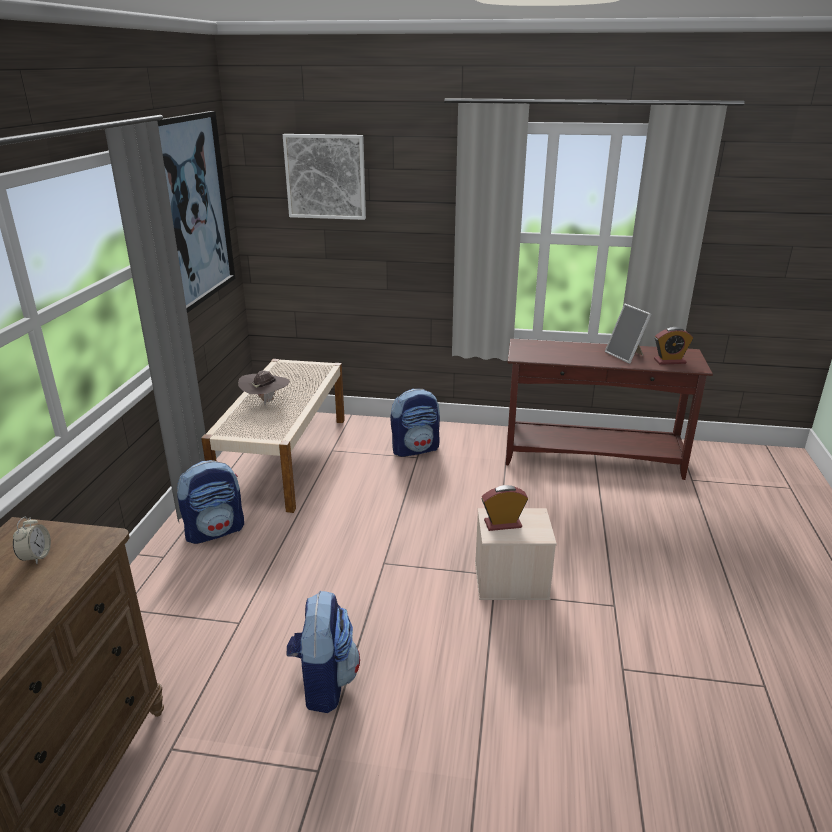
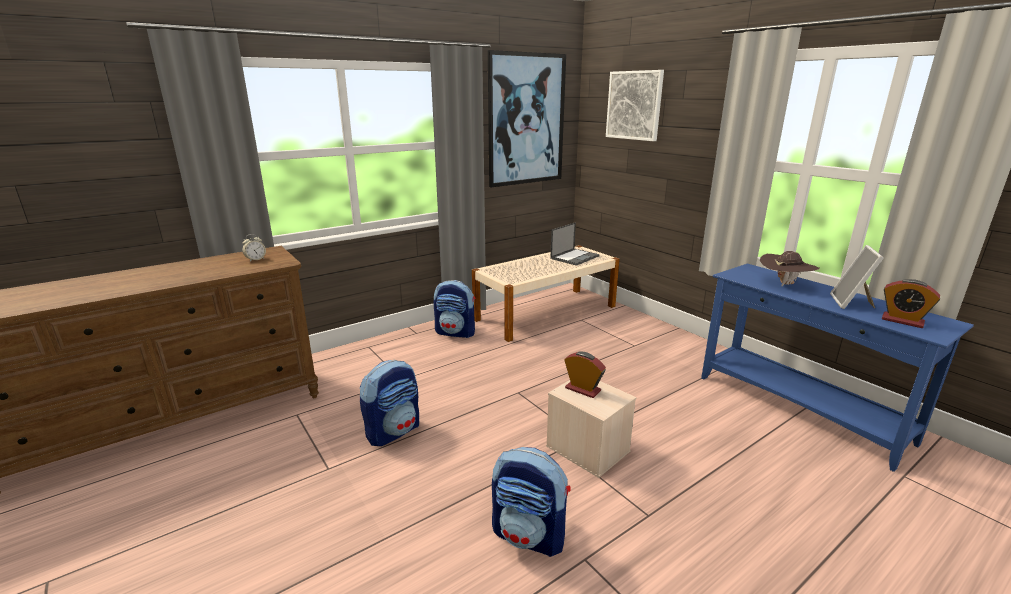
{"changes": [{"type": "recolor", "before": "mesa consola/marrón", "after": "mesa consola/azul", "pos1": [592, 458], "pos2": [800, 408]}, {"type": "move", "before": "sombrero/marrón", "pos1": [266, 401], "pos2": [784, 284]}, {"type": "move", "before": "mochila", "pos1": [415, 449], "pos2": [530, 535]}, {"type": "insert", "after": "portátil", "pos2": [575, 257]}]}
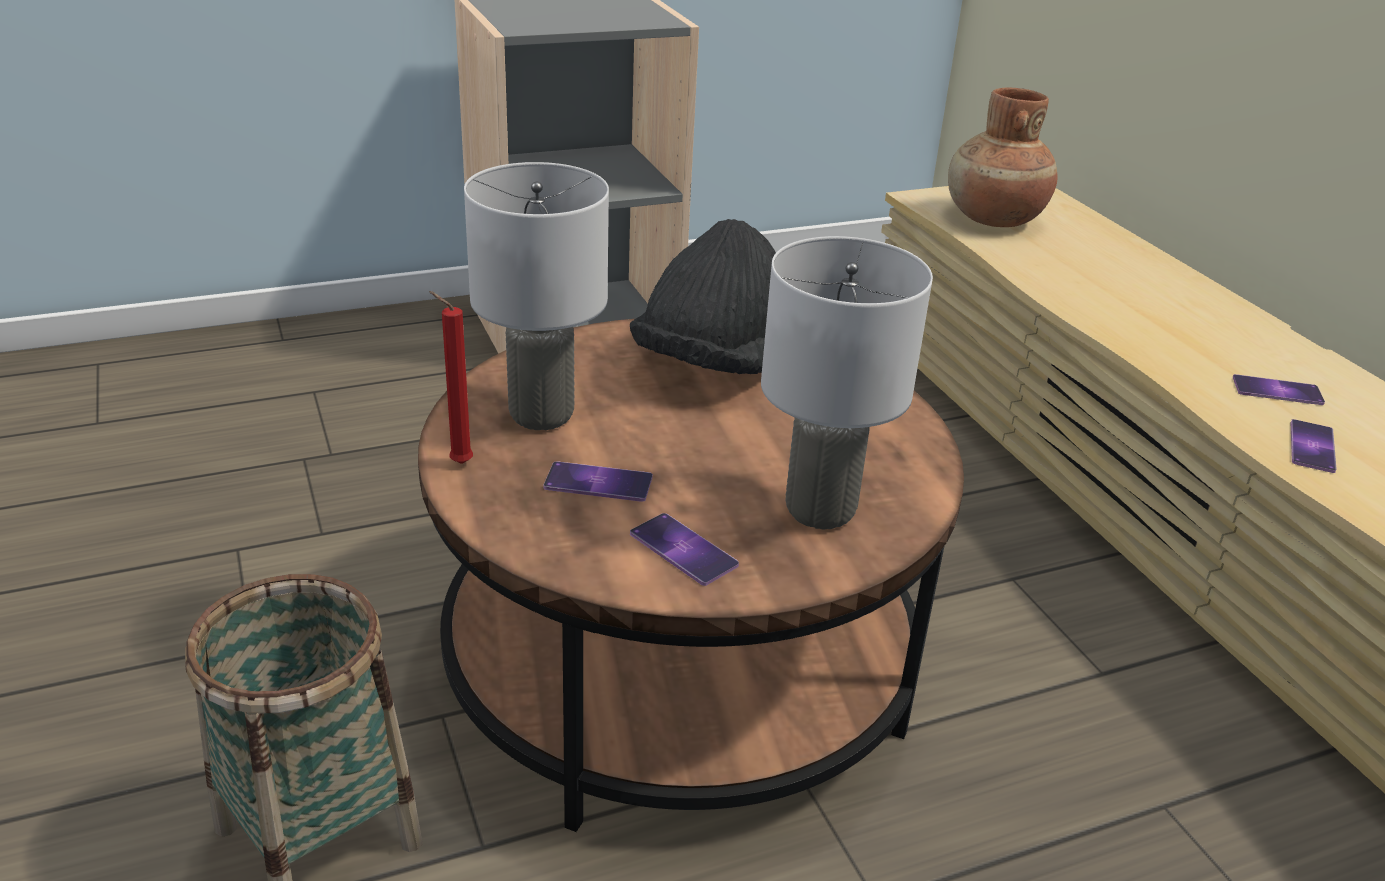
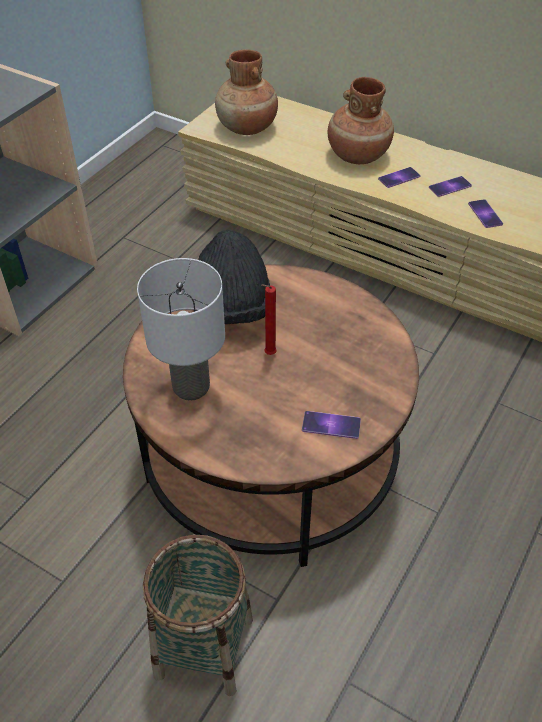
{"changes": [{"type": "delete", "before": "lámpara de mesa/blanco", "pos1": [816, 510]}, {"type": "move", "before": "vela/rojo", "pos1": [457, 463], "pos2": [268, 354]}, {"type": "move", "before": "móvil", "pos1": [598, 482], "pos2": [399, 177]}, {"type": "insert", "after": "florero/marrón", "pos2": [357, 155]}]}
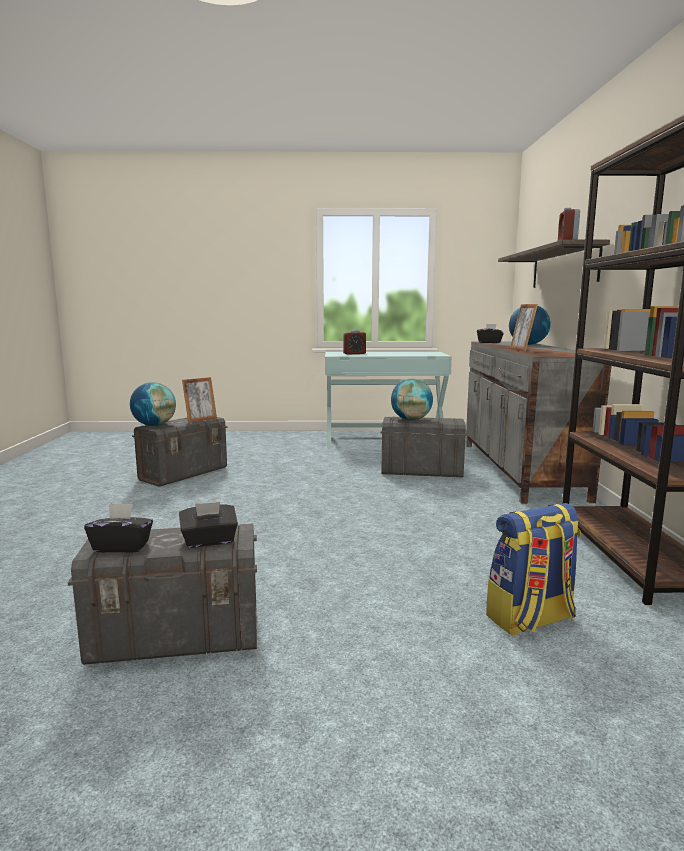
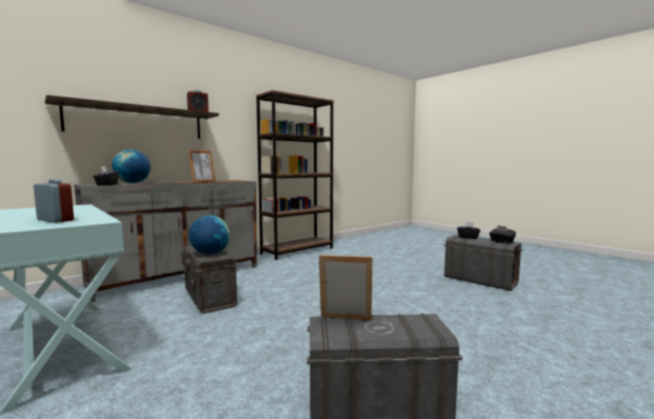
{"changes": [{"type": "delete", "before": "globo terráqueo", "pos1": [154, 425]}, {"type": "delete", "before": "mochila", "pos1": [531, 619]}]}
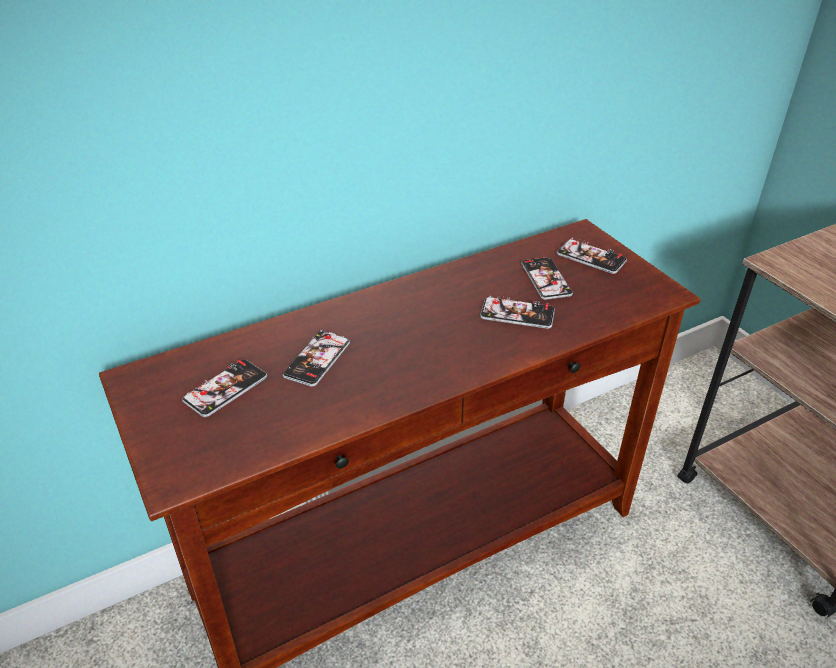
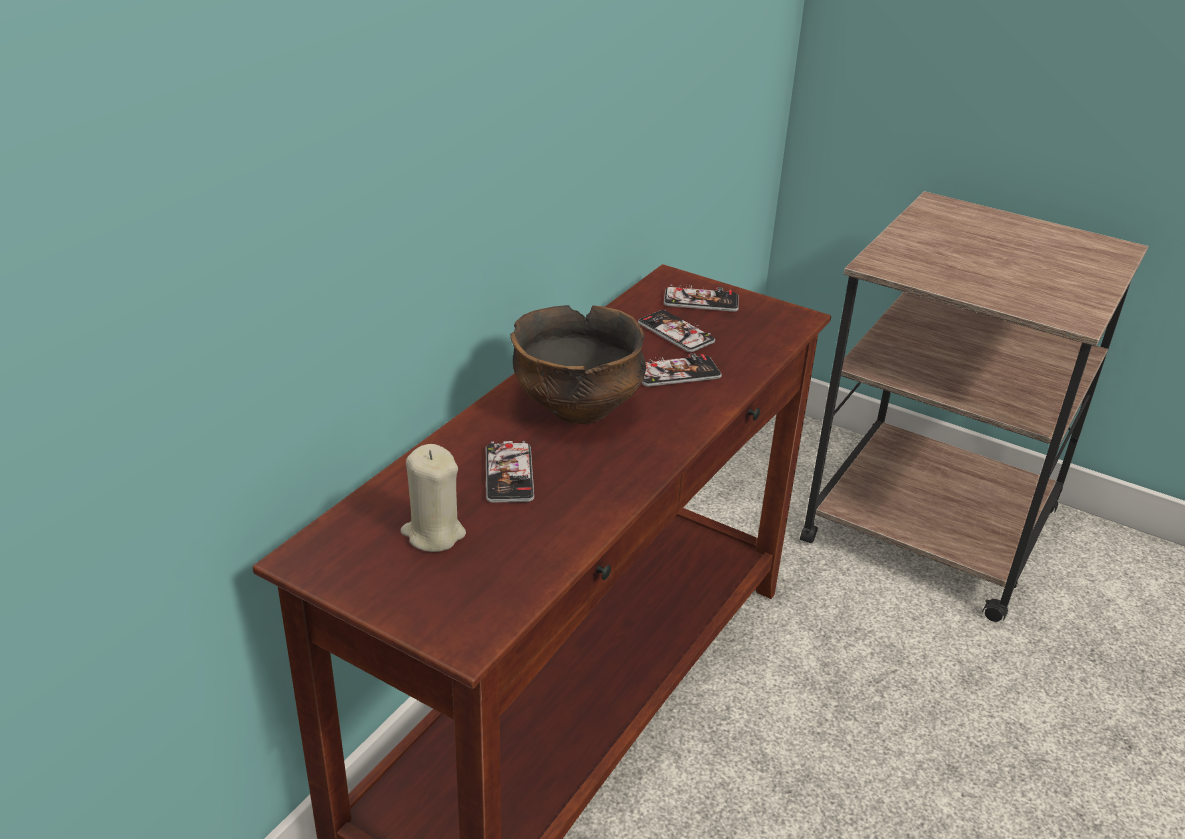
{"changes": [{"type": "replace", "before": "móvil", "after": "vela/beis", "pos1": [225, 389], "pos2": [433, 533]}, {"type": "insert", "after": "cuenco", "pos2": [578, 407]}]}
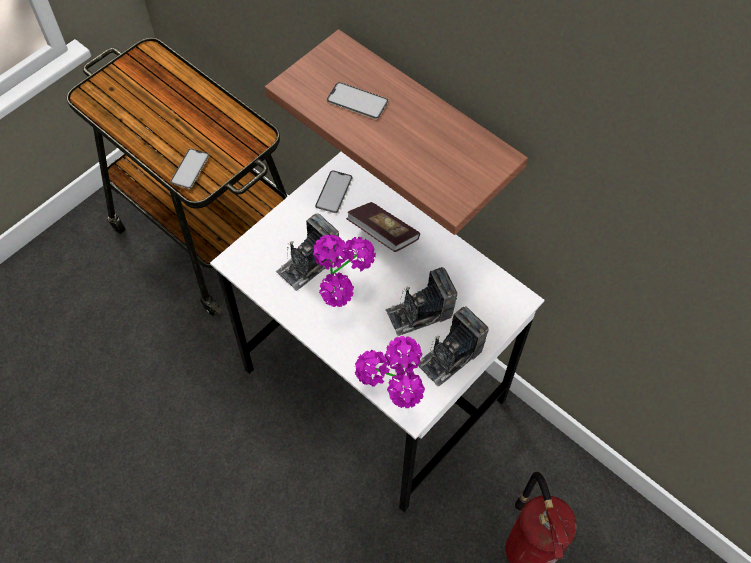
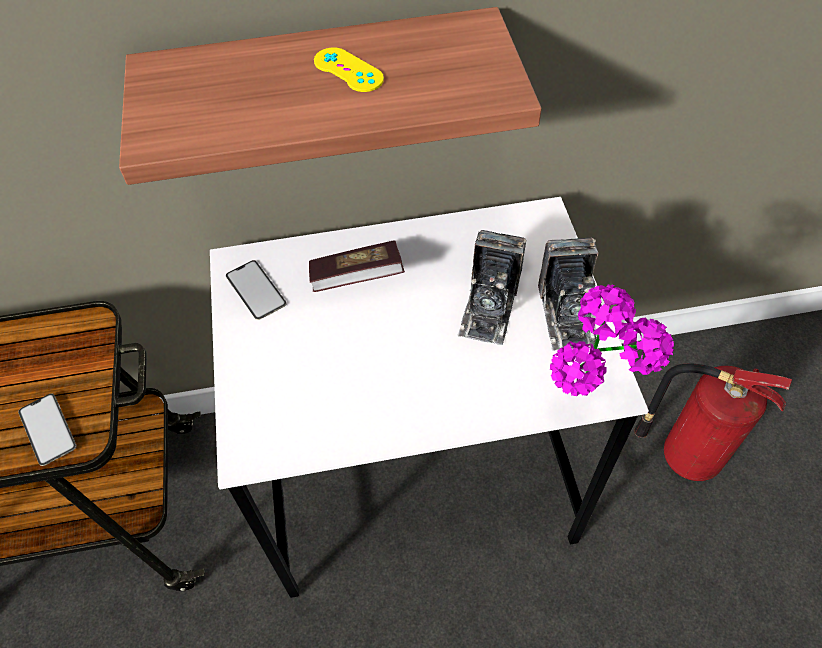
{"changes": [{"type": "delete", "before": "móvil", "pos1": [357, 101]}, {"type": "delete", "before": "cámara", "pos1": [308, 264]}, {"type": "delete", "before": "planta en maceta", "pos1": [345, 303]}, {"type": "insert", "after": "mando de consola/amarillo", "pos2": [348, 70]}]}
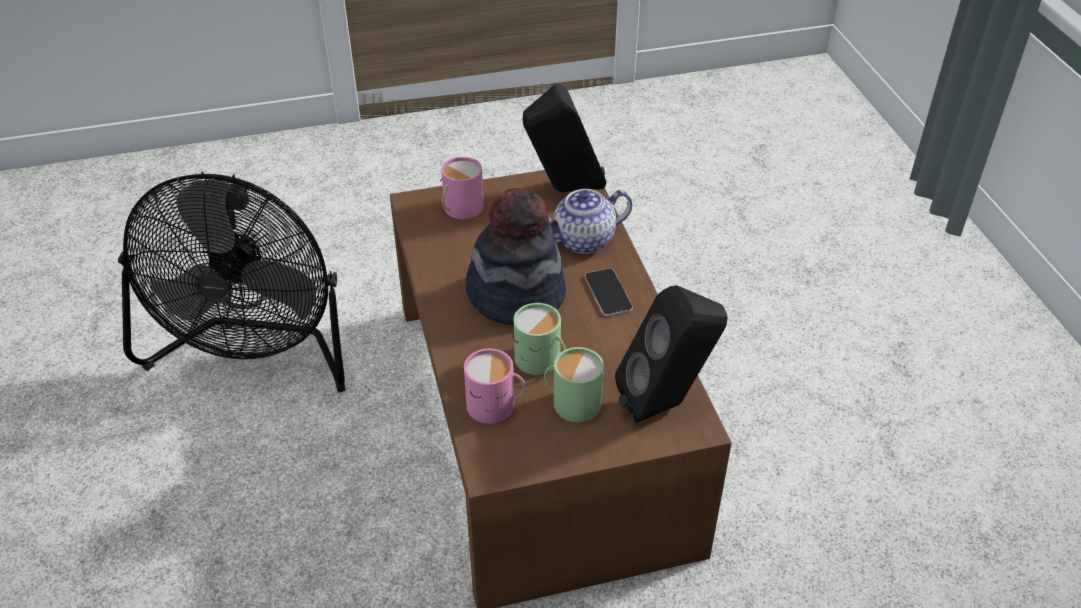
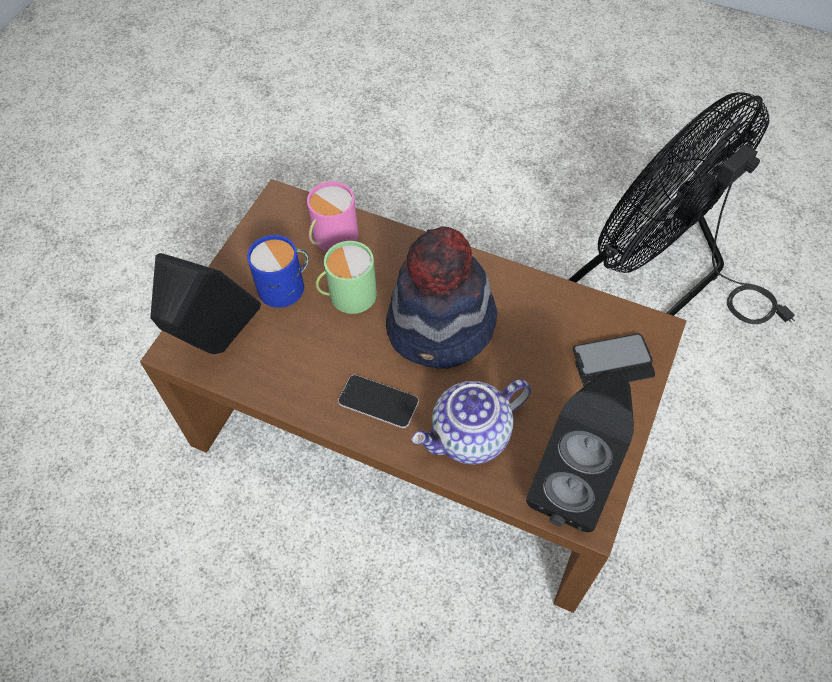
{"changes": [{"type": "replace", "before": "taza grande/rosa", "after": "móvil", "pos1": [460, 208], "pos2": [613, 363]}, {"type": "rotate", "before": "tetera", "pos1": [583, 241], "pos2": [470, 437], "turn": -135}, {"type": "recolor", "before": "taza grande/verde", "after": "taza grande/azul", "pos1": [572, 401], "pos2": [286, 286]}]}
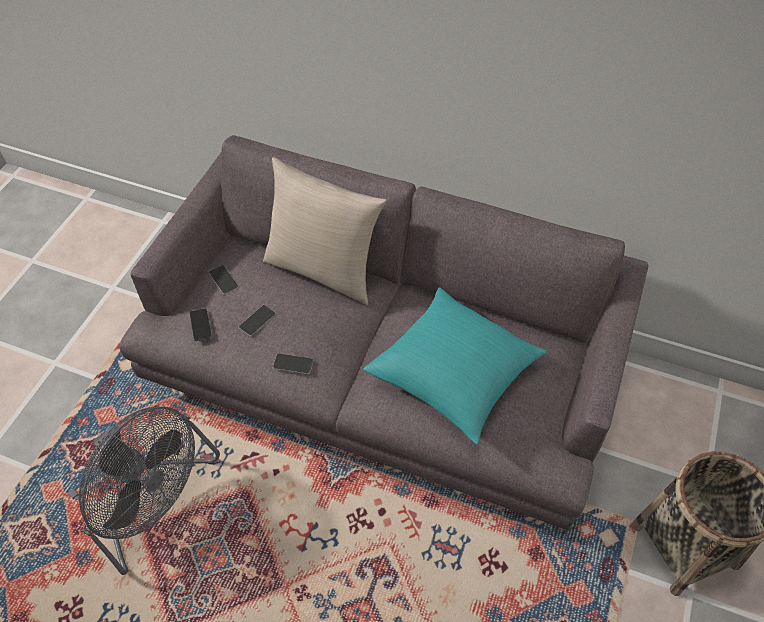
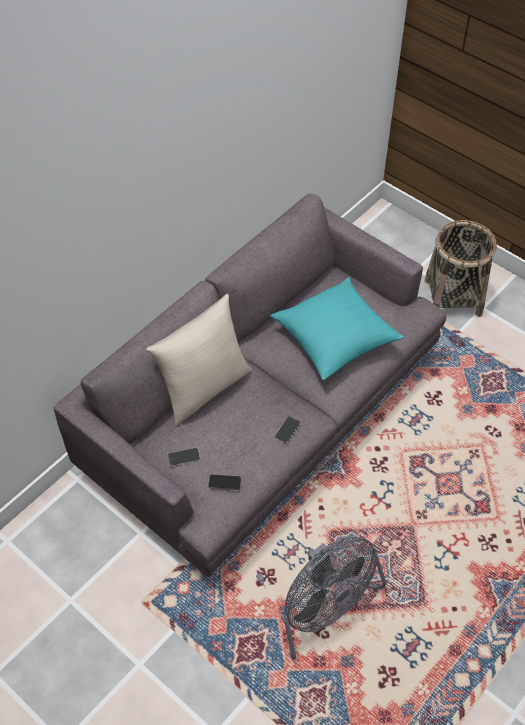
{"changes": [{"type": "delete", "before": "móvil", "pos1": [257, 320]}, {"type": "rotate", "before": "ventilador/gris", "pos1": [147, 505], "pos2": [316, 607], "turn": 90}]}
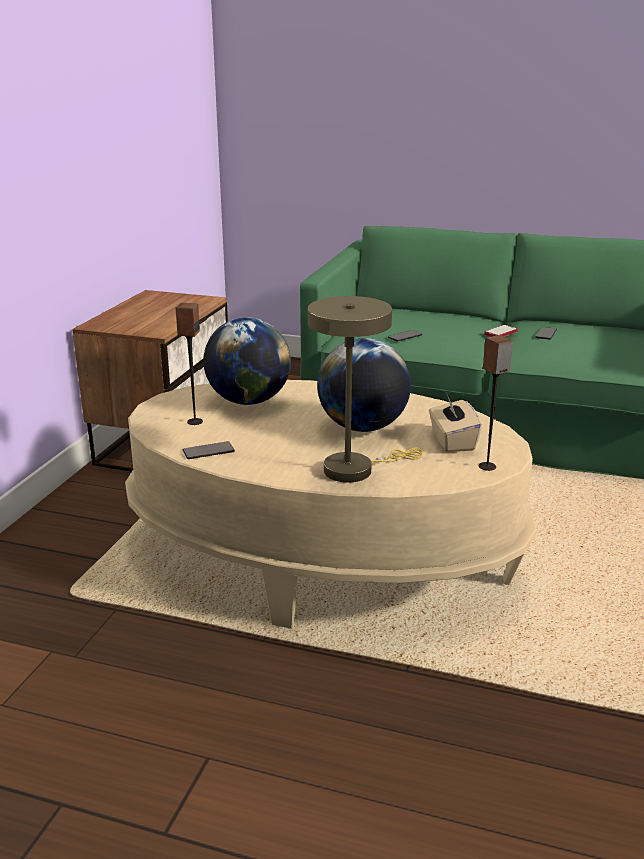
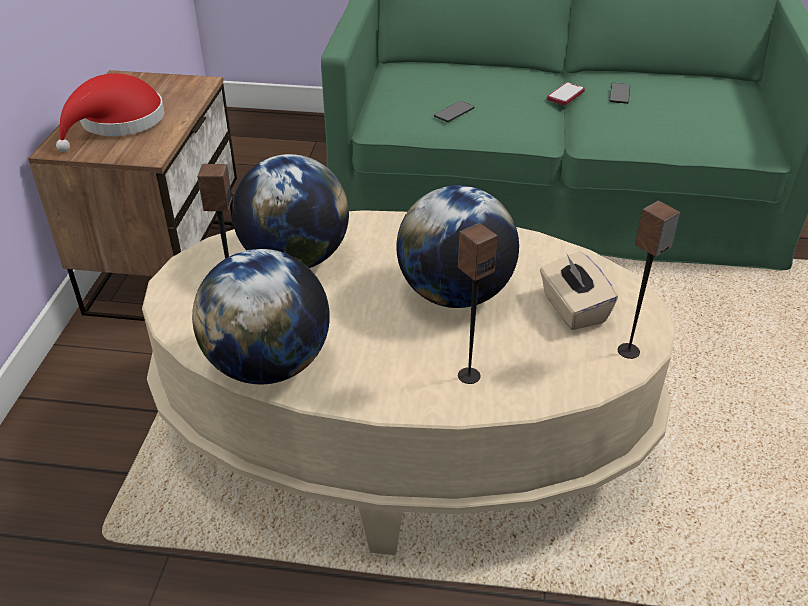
{"changes": [{"type": "replace", "before": "lámpara de mesa/beis", "after": "altavoz", "pos1": [355, 469], "pos2": [468, 375]}, {"type": "replace", "before": "móvil", "after": "globo terráqueo", "pos1": [208, 451], "pos2": [269, 364]}, {"type": "insert", "after": "sombrero/rojo", "pos2": [117, 123]}]}
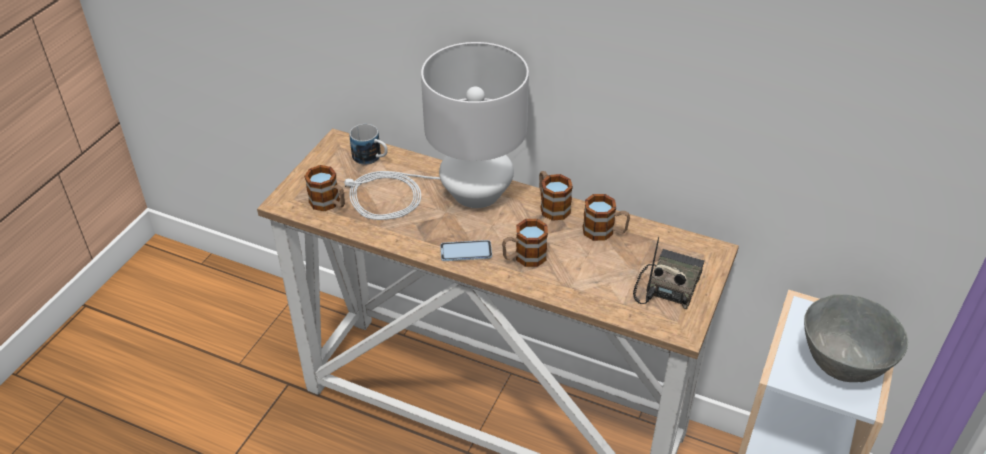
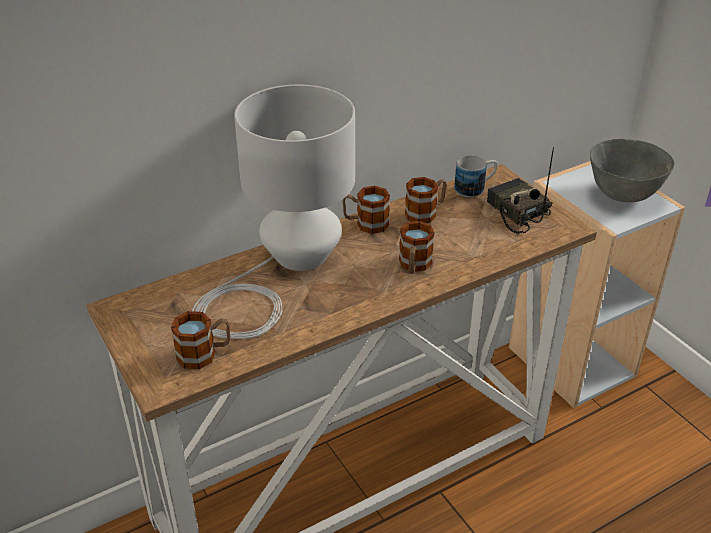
{"changes": [{"type": "move", "before": "taza grande", "pos1": [371, 158], "pos2": [475, 188]}, {"type": "delete", "before": "móvil", "pos1": [466, 252]}]}
